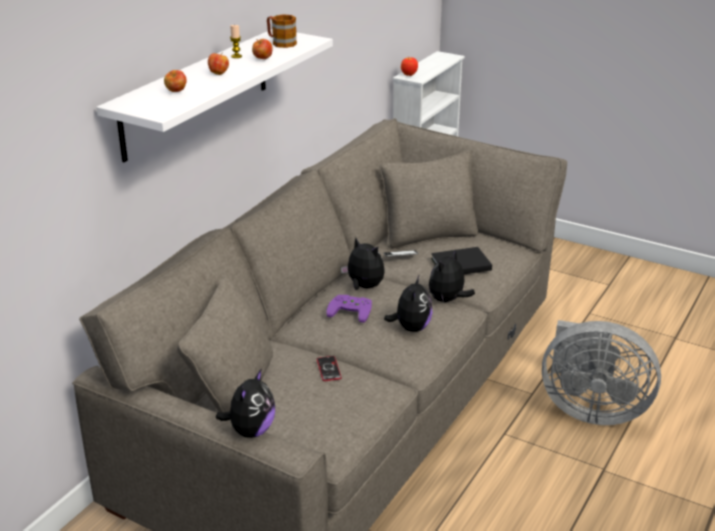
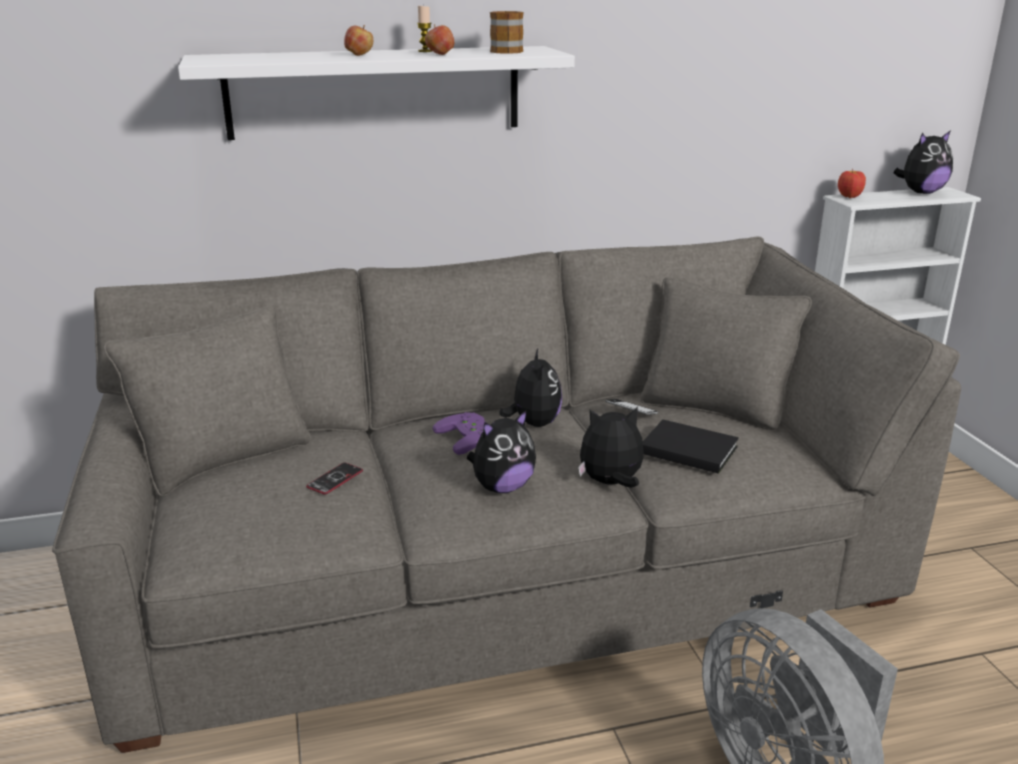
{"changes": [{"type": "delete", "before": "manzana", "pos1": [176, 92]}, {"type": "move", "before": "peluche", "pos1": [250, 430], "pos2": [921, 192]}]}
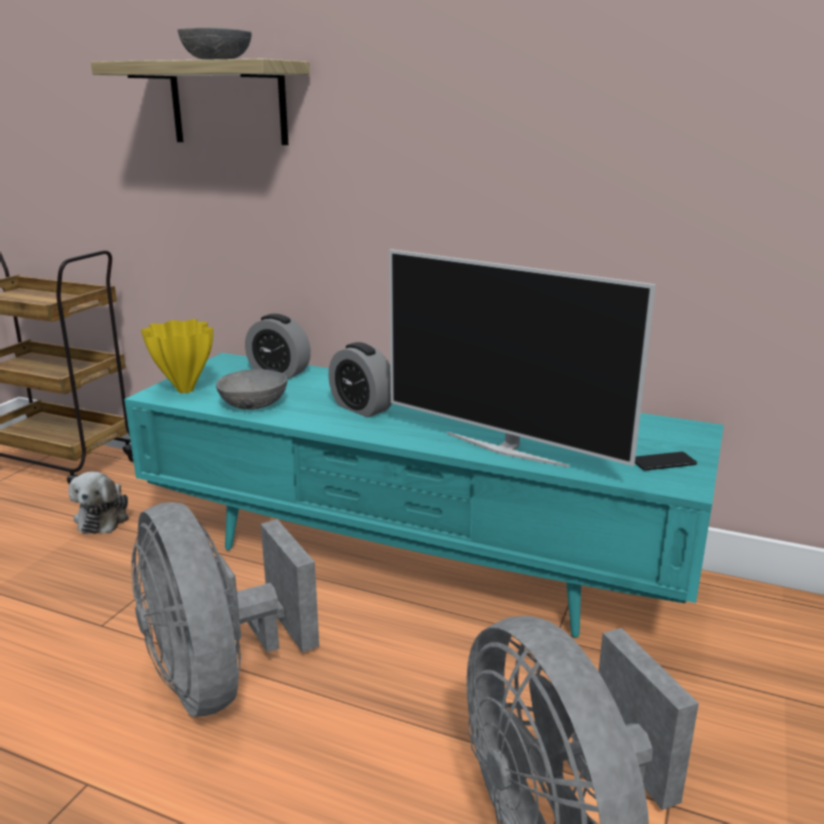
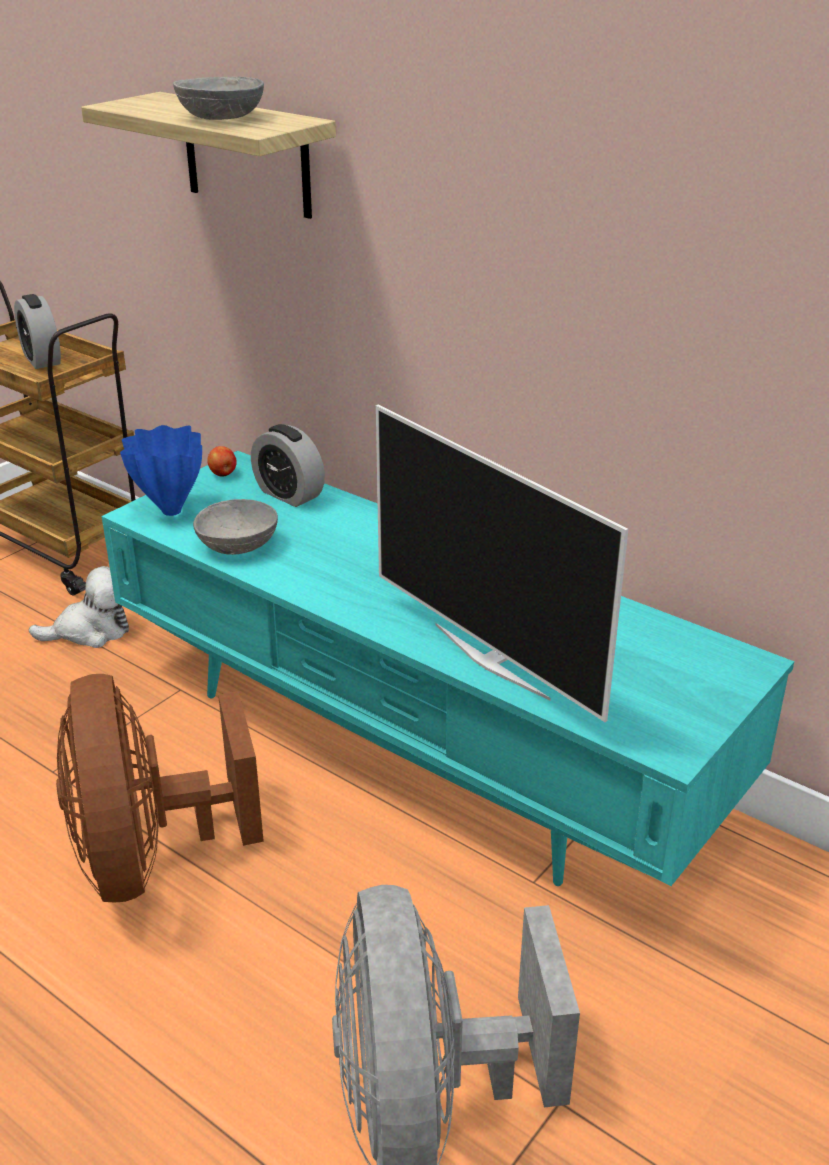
{"changes": [{"type": "recolor", "before": "florero/amarillo", "after": "florero/azul", "pos1": [184, 390], "pos2": [170, 510]}, {"type": "move", "before": "despertador", "pos1": [362, 408], "pos2": [42, 359]}, {"type": "delete", "before": "móvil", "pos1": [663, 462]}, {"type": "rotate", "before": "peluche", "pos1": [104, 518], "pos2": [90, 631], "turn": -120}, {"type": "recolor", "before": "ventilador/gris", "after": "ventilador/marrón", "pos1": [219, 677], "pos2": [151, 856]}, {"type": "insert", "after": "manzana", "pos2": [223, 474]}]}
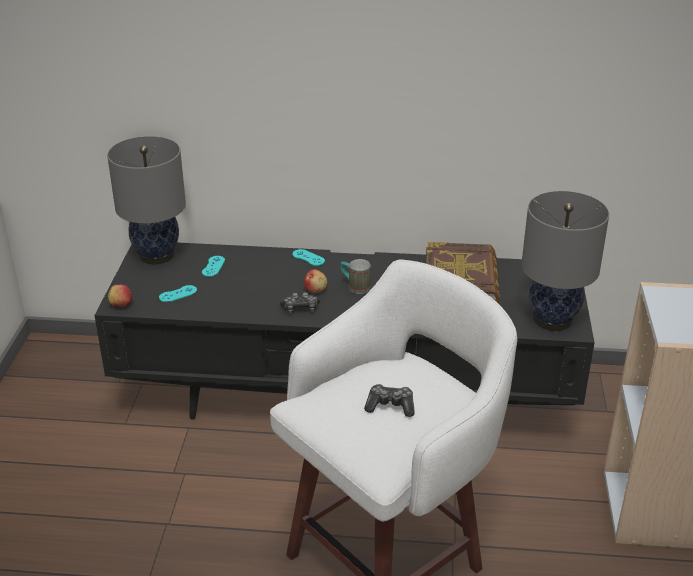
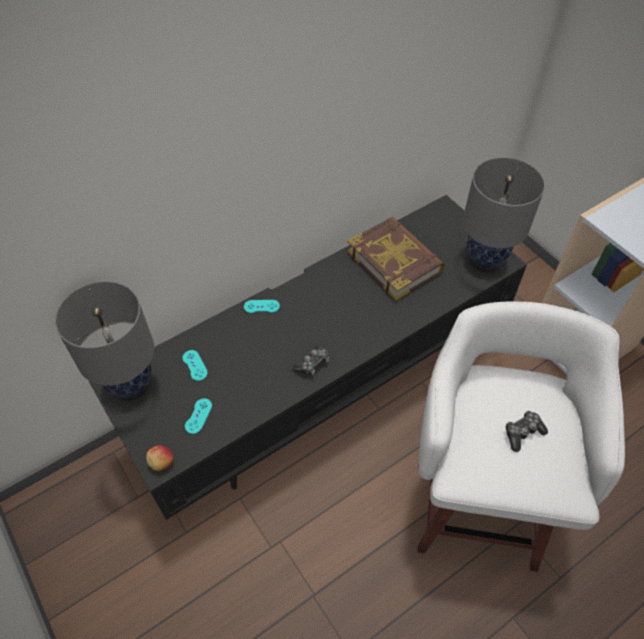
{"changes": [{"type": "delete", "before": "taza grande", "pos1": [355, 286]}, {"type": "delete", "before": "manzana", "pos1": [315, 289]}]}
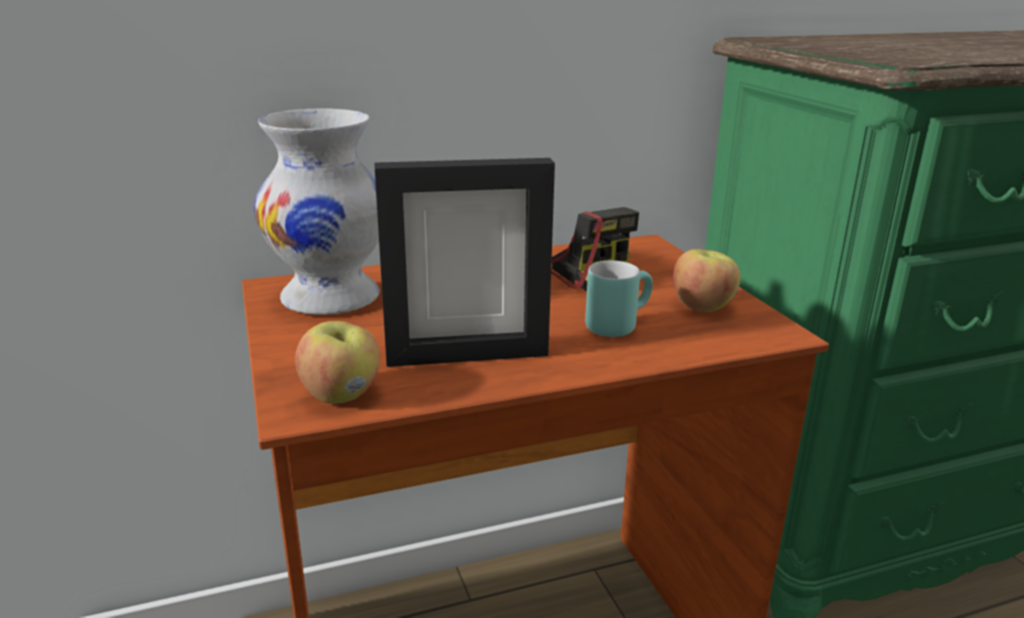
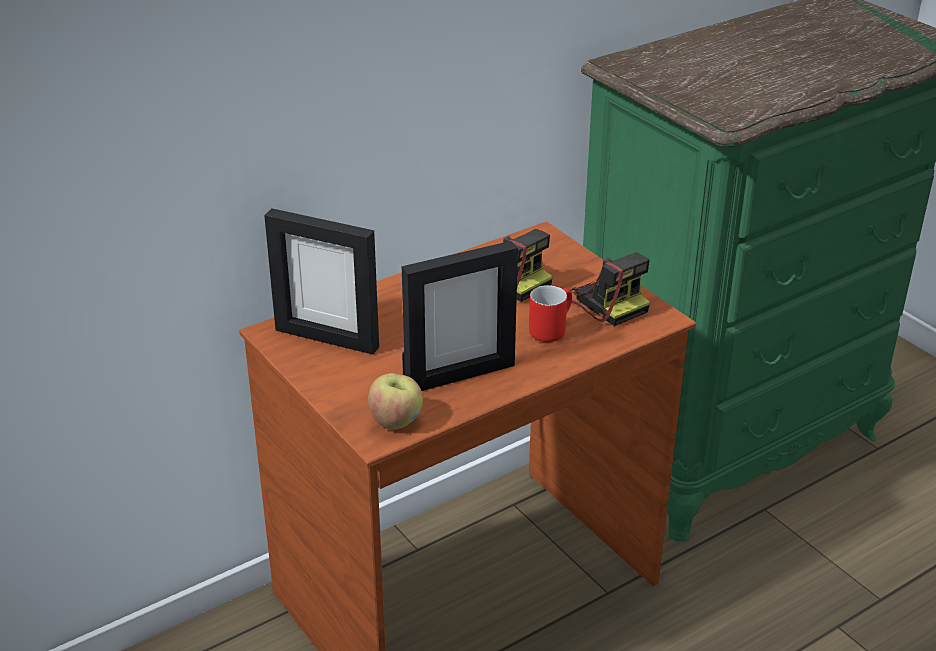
{"changes": [{"type": "replace", "before": "florero/blanco", "after": "portarretratos", "pos1": [333, 298], "pos2": [328, 337]}, {"type": "replace", "before": "manzana", "after": "cámara", "pos1": [703, 306], "pos2": [605, 301]}, {"type": "recolor", "before": "taza grande/turquesa", "after": "taza grande/rojo", "pos1": [616, 324], "pos2": [549, 329]}]}
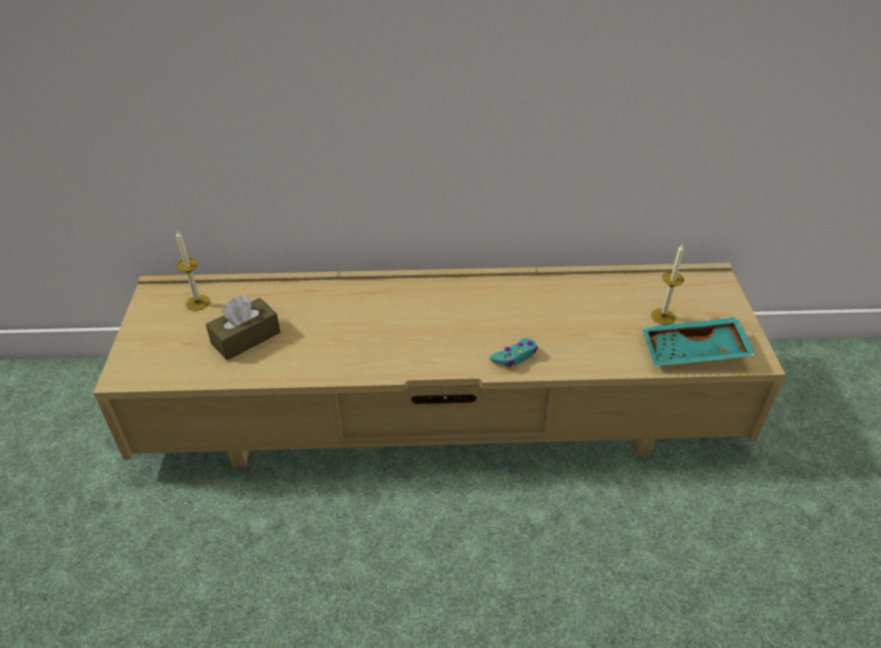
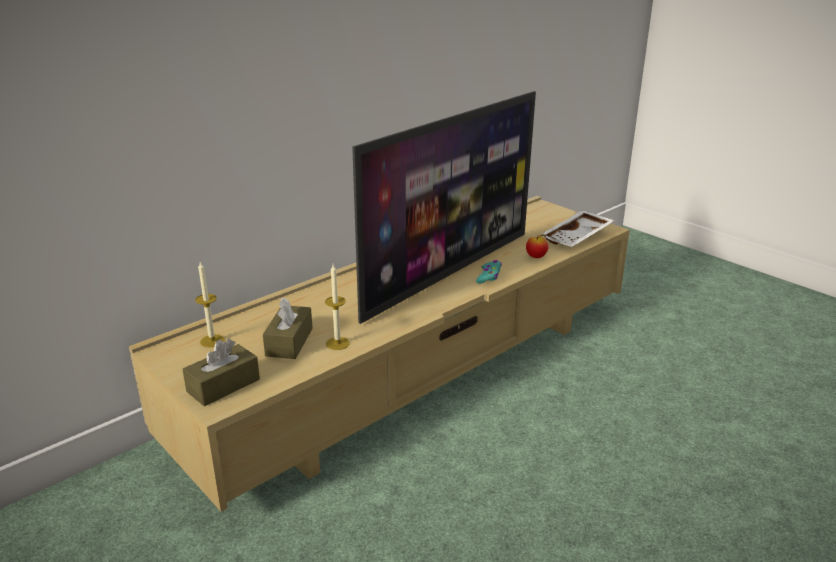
{"changes": [{"type": "move", "before": "vela", "pos1": [663, 316], "pos2": [337, 343]}, {"type": "recolor", "before": "bandeja/turquesa", "after": "bandeja/blanco", "pos1": [694, 353], "pos2": [577, 238]}, {"type": "insert", "after": "televisor", "pos2": [448, 272]}, {"type": "insert", "after": "manzana", "pos2": [536, 257]}, {"type": "insert", "after": "caja de pañuelos/marrón", "pos2": [223, 385]}]}
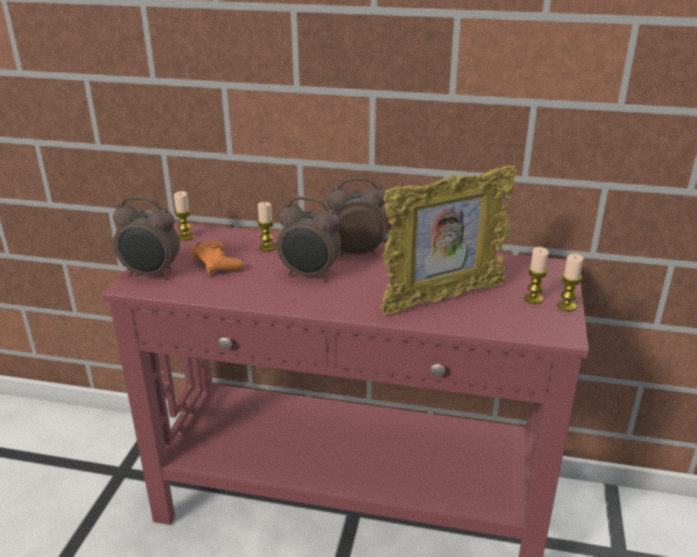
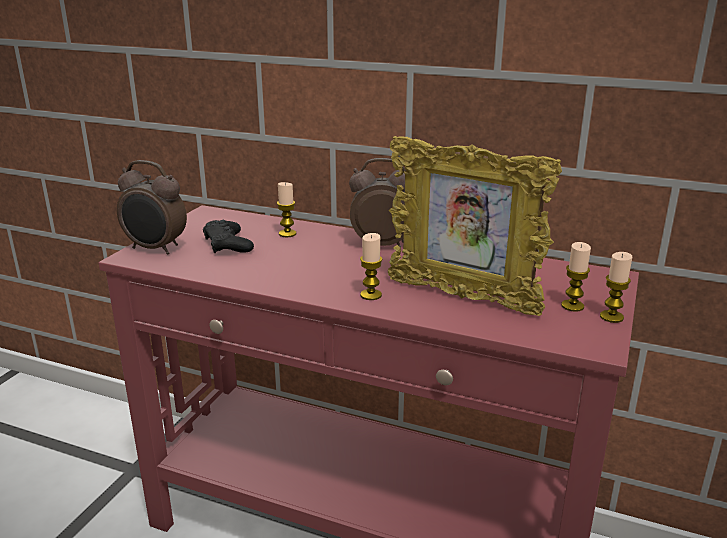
{"changes": [{"type": "rotate", "before": "portarretratos", "pos1": [442, 299], "pos2": [462, 297], "turn": 45}, {"type": "move", "before": "vela", "pos1": [185, 237], "pos2": [371, 295]}, {"type": "delete", "before": "despertador", "pos1": [309, 275]}, {"type": "recolor", "before": "mando de consola/naranja", "after": "mando de consola/negro", "pos1": [217, 264], "pos2": [228, 244]}]}
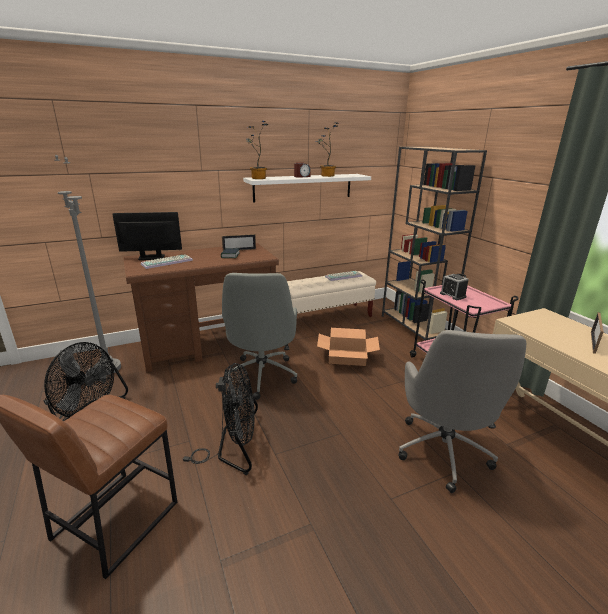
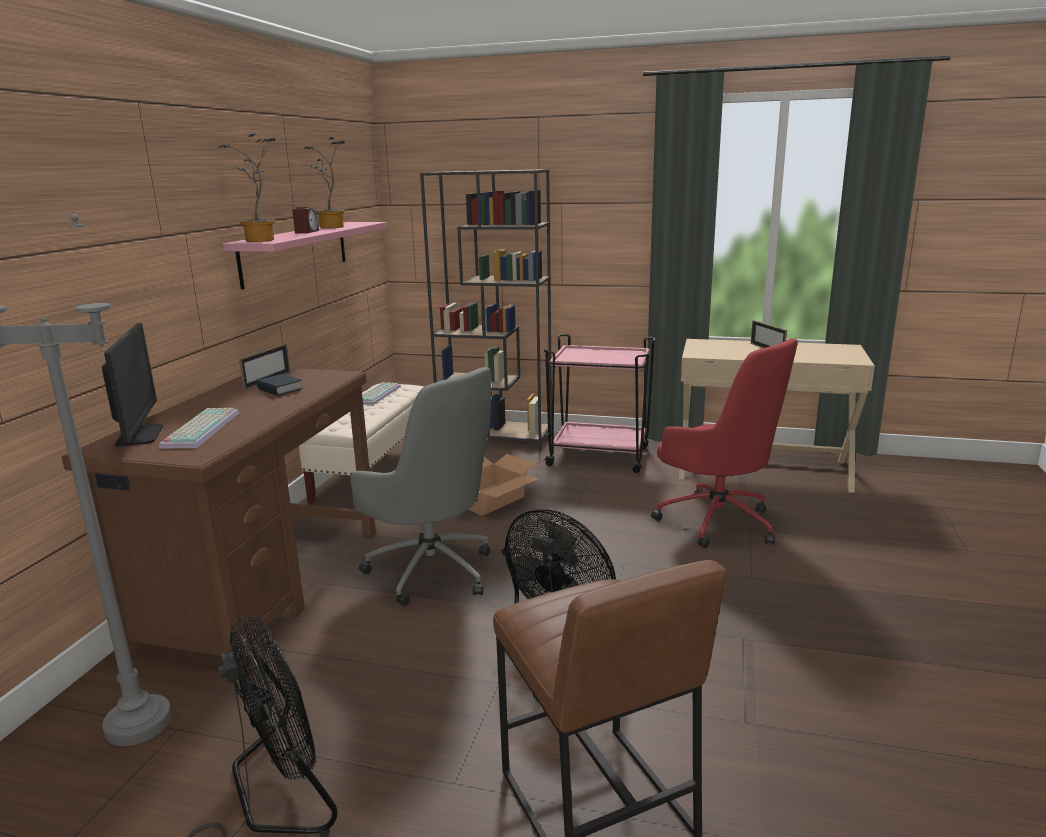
{"changes": [{"type": "recolor", "before": "estante/blanco", "after": "estante/rosa", "pos1": [303, 187], "pos2": [296, 252]}, {"type": "rotate", "before": "monitor", "pos1": [151, 257], "pos2": [139, 435], "turn": 135}, {"type": "delete", "before": "despertador", "pos1": [452, 295]}, {"type": "recolor", "before": "silla de oficina/gris", "after": "silla de oficina/rojo", "pos1": [443, 452], "pos2": [717, 522]}]}
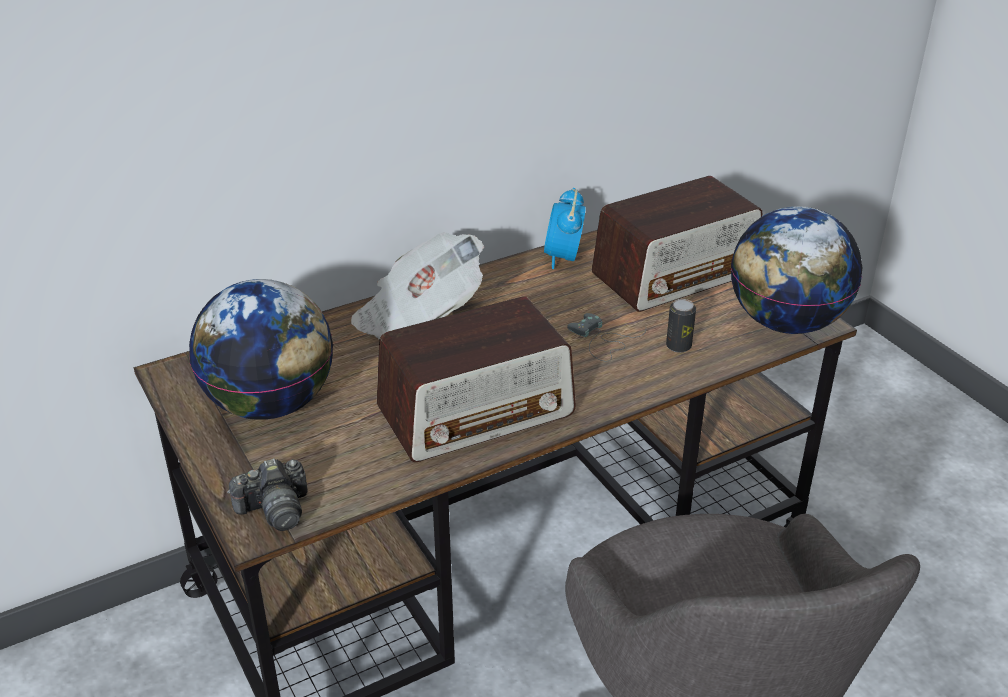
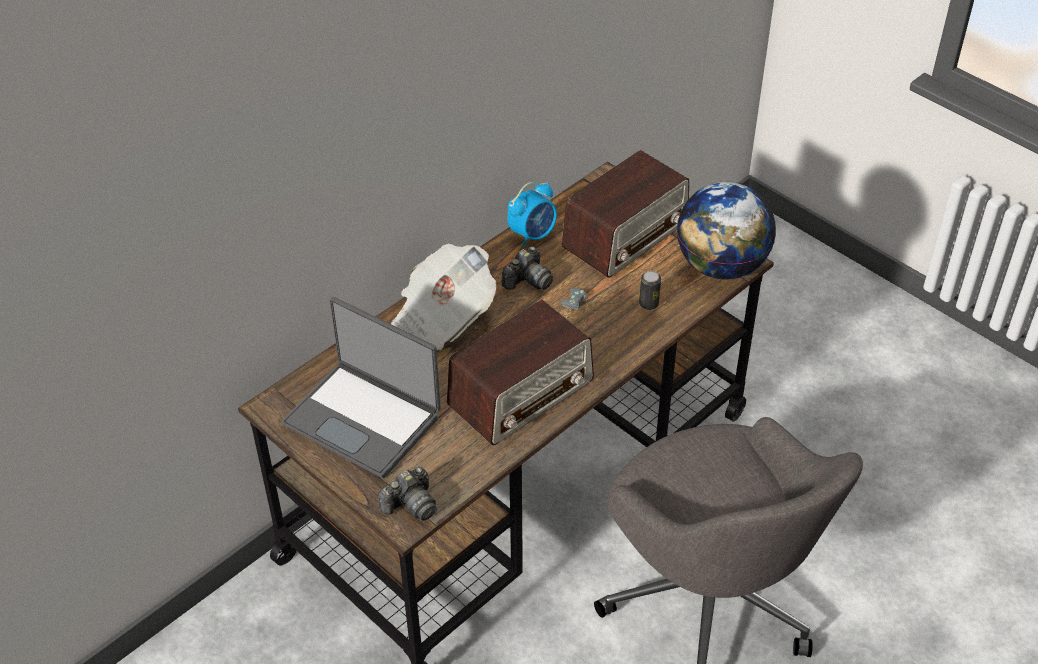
{"changes": [{"type": "rotate", "before": "despertador", "pos1": [563, 258], "pos2": [533, 235], "turn": -120}, {"type": "replace", "before": "globo terráqueo", "after": "portátil", "pos1": [270, 404], "pos2": [364, 419]}, {"type": "insert", "after": "cámara", "pos2": [527, 280]}]}
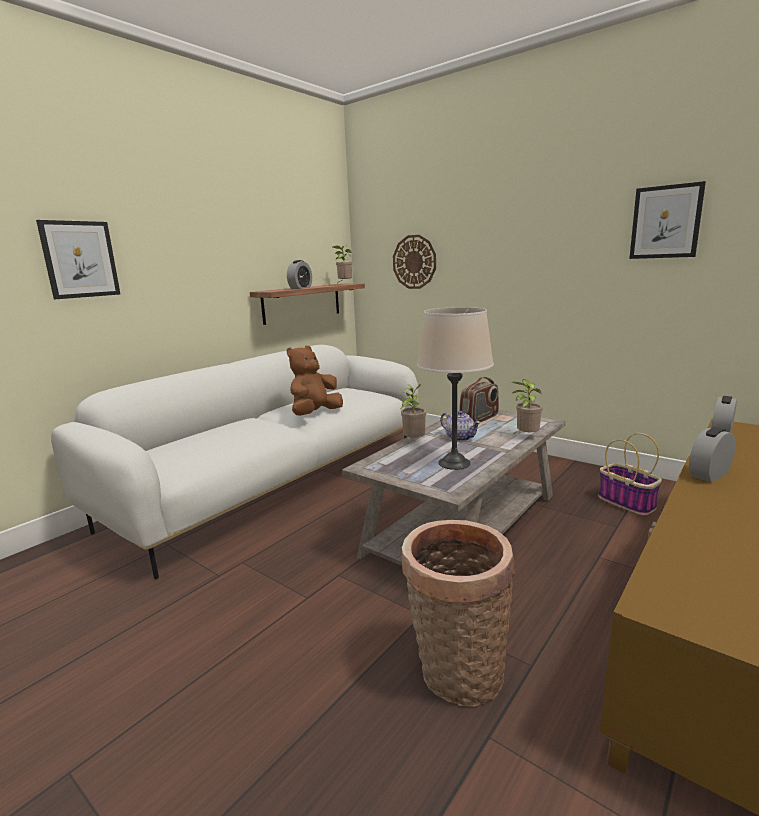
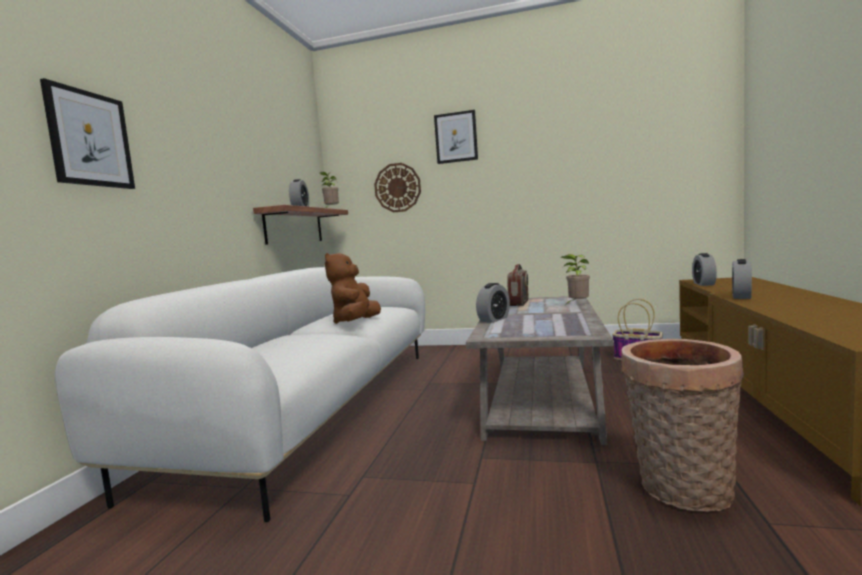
{"changes": [{"type": "move", "before": "cuadro", "pos1": [665, 222], "pos2": [456, 137]}, {"type": "delete", "before": "lámpara de mesa/beis", "pos1": [454, 463]}, {"type": "replace", "before": "planta en maceta", "after": "despertador", "pos1": [414, 441], "pos2": [494, 319]}, {"type": "delete", "before": "tetera", "pos1": [460, 437]}]}
